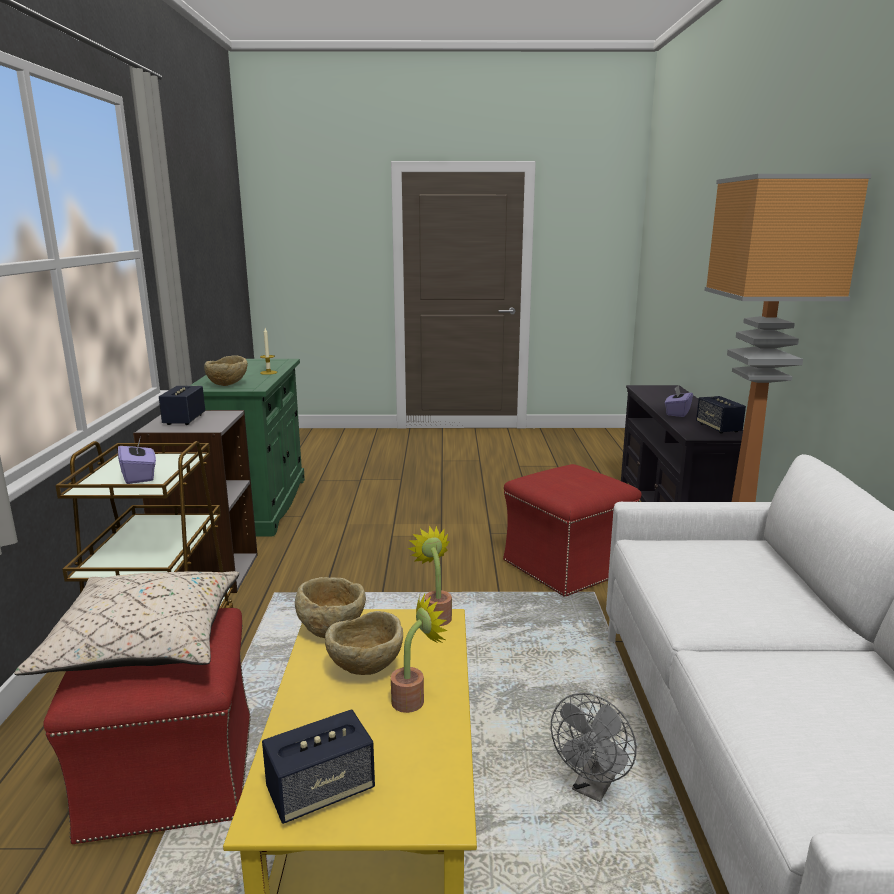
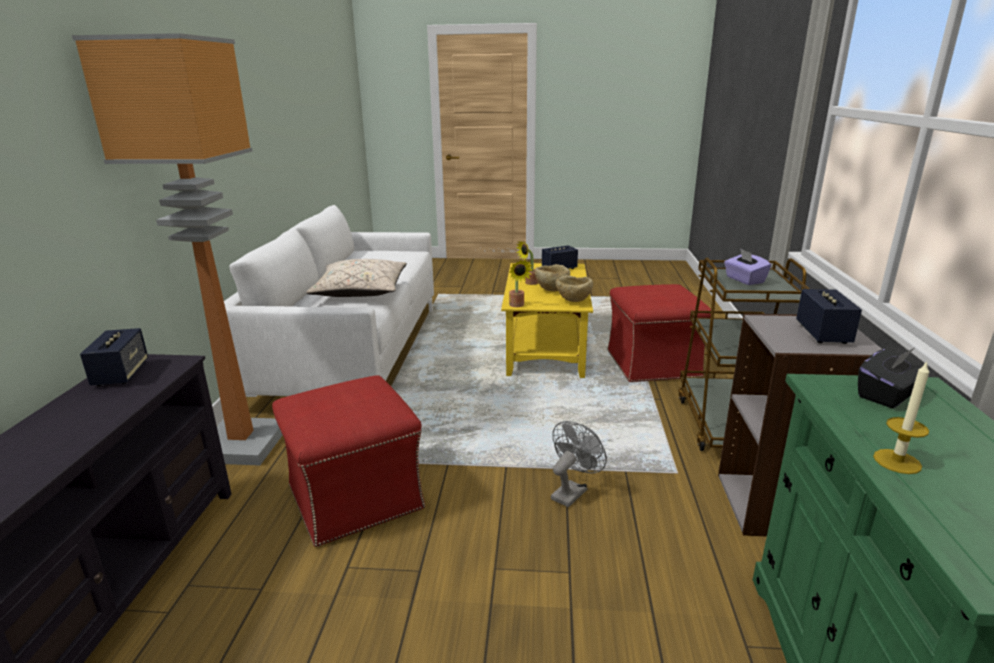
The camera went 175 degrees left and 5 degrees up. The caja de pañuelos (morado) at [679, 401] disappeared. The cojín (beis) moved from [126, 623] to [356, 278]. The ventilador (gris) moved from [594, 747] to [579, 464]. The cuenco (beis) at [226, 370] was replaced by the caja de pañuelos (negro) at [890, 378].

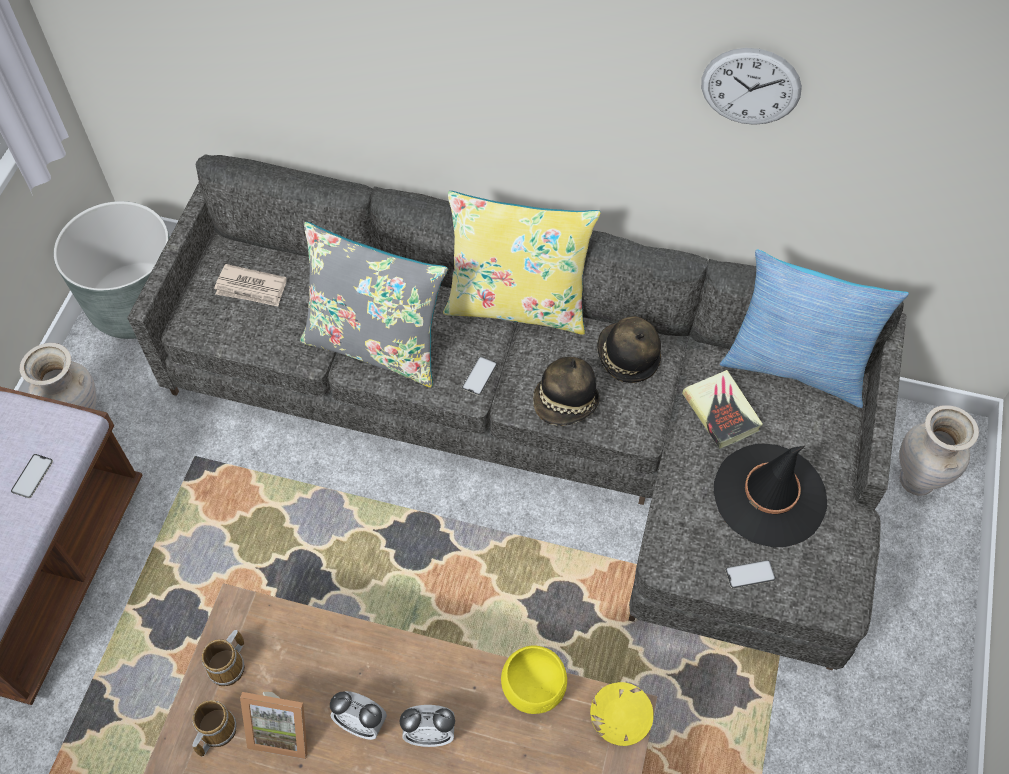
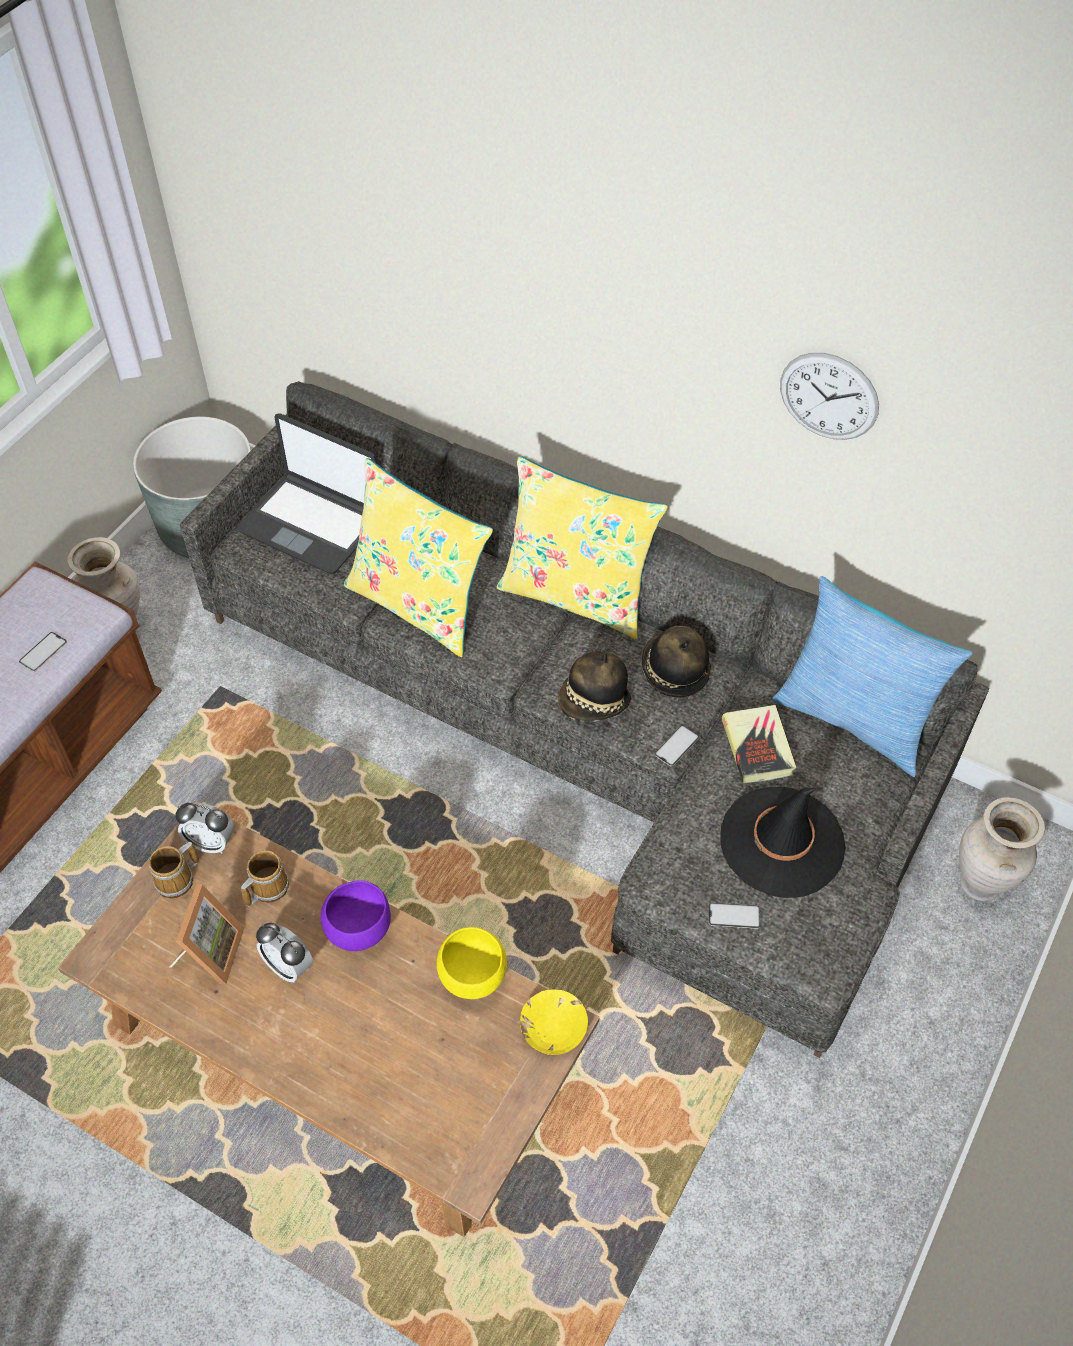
The camera went 15 degrees right and 5 degrees down. The cuenco (morado) at [356, 916] appeared. The taza grande moved from [214, 728] to [265, 878]. The despertador moved from [427, 726] to [205, 828]. The móvil moved from [479, 376] to [676, 745]. The periódico at [250, 285] was replaced by the portátil at [307, 493]. The cojín (gris) at [374, 305] became the cojín (amarillo) at [418, 558]. The portarretratos at [274, 725] turned 105 degrees counterclockwise.

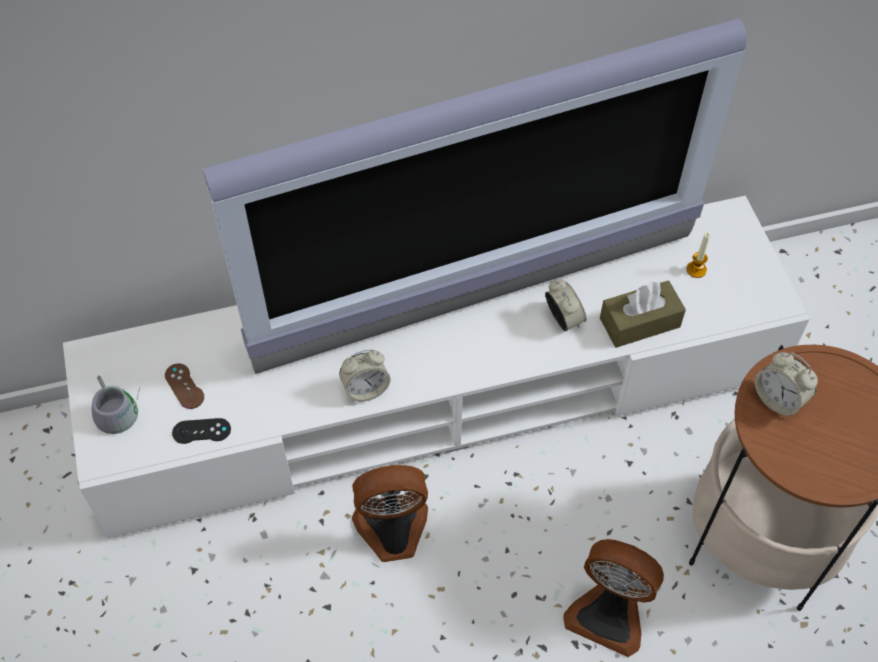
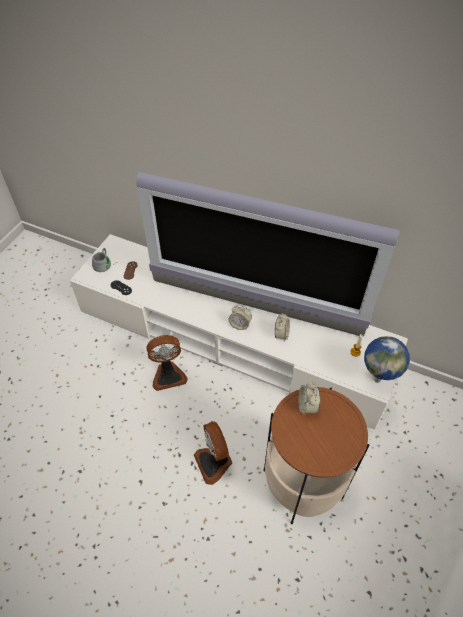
The camera went 40 degrees right and 5 degrees down. The caja de pañuelos (marrón) at [643, 314] disappeared. The globo terráqueo at [387, 359] appeared. The despertador moved from [364, 375] to [240, 317]. The ventilador at [390, 513] turned 135 degrees clockwise.

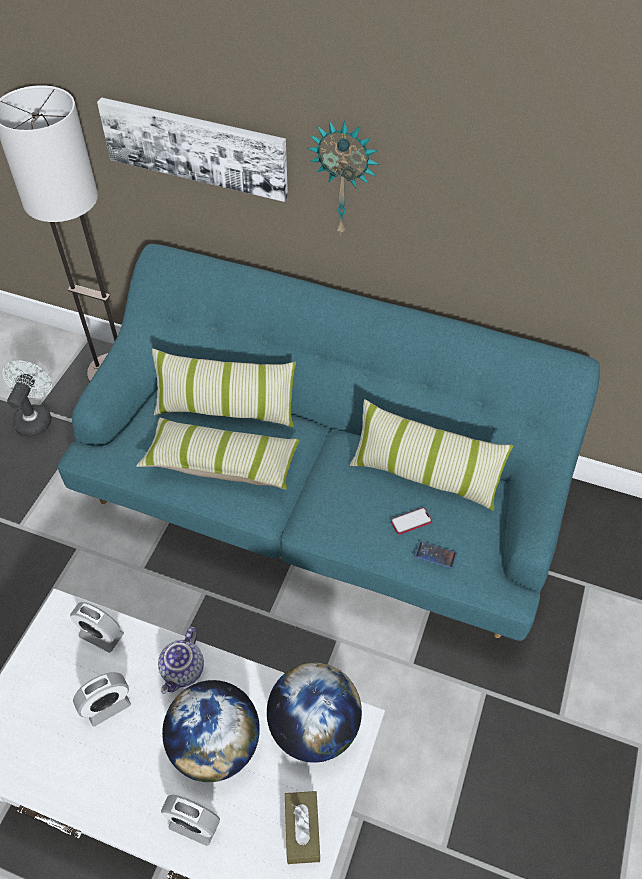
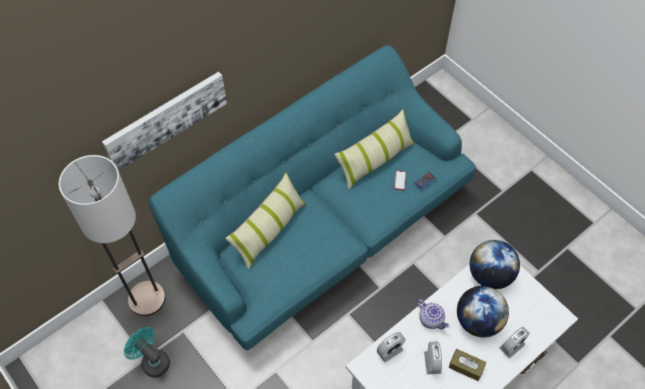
The camera went 60 degrees left and 5 degrees up. The cojín at [218, 454] disappeared. The reloj de pared at [344, 178] disappeared. The caja de pañuelos (marrón) moved from [302, 827] to [467, 365]. The ventilador (blanco) at [27, 398] became the ventilador (turquesa) at [147, 352].

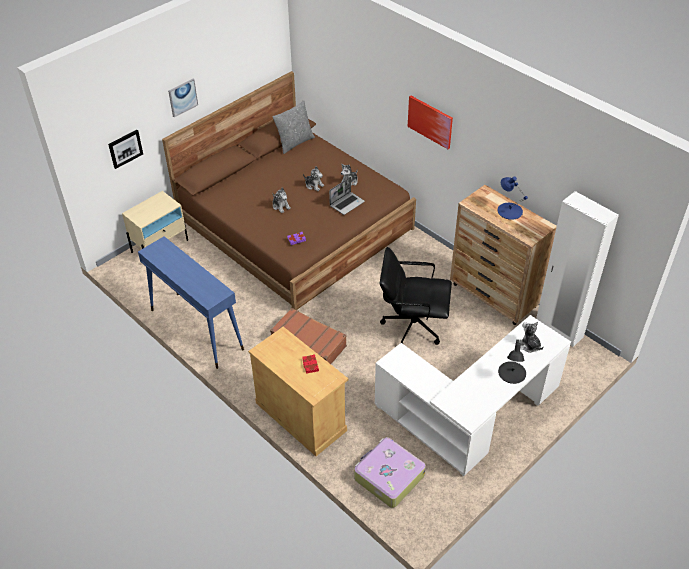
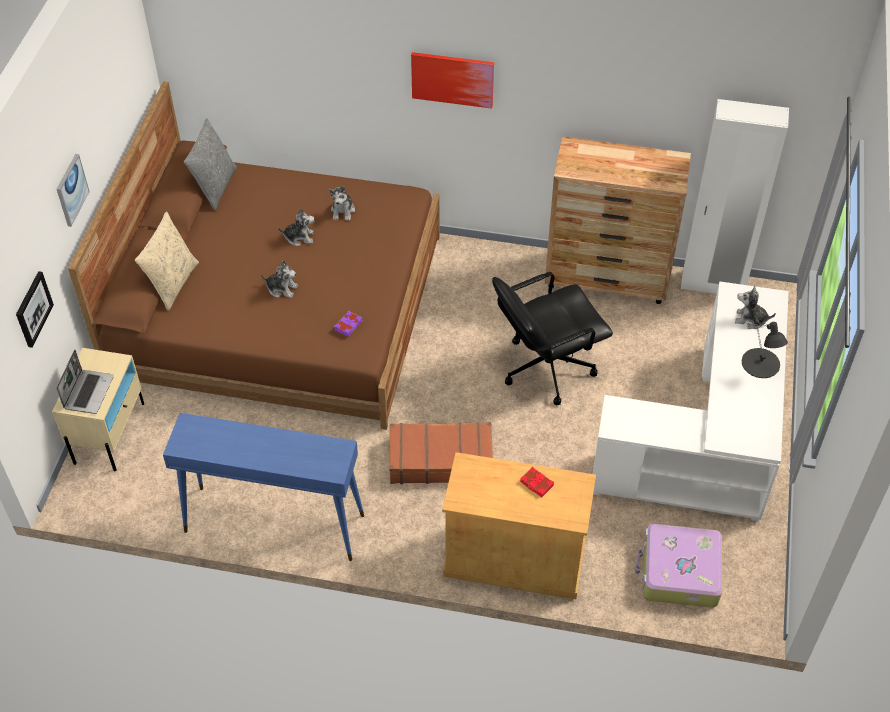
The camera went 35 degrees left and 5 degrees up. The lámpara de mesa (azul) at [513, 198] disappeared. The cojín (beis) at [167, 261] appeared. The portátil moved from [347, 196] to [85, 382].

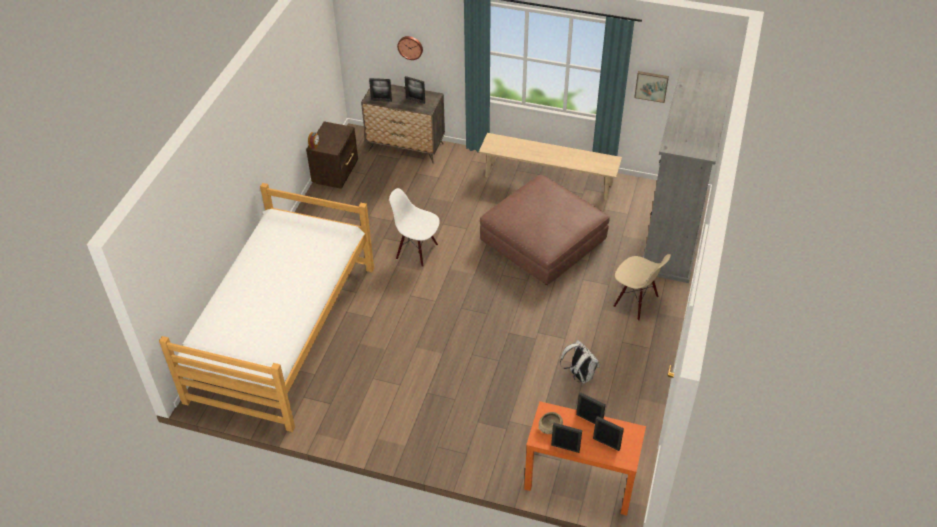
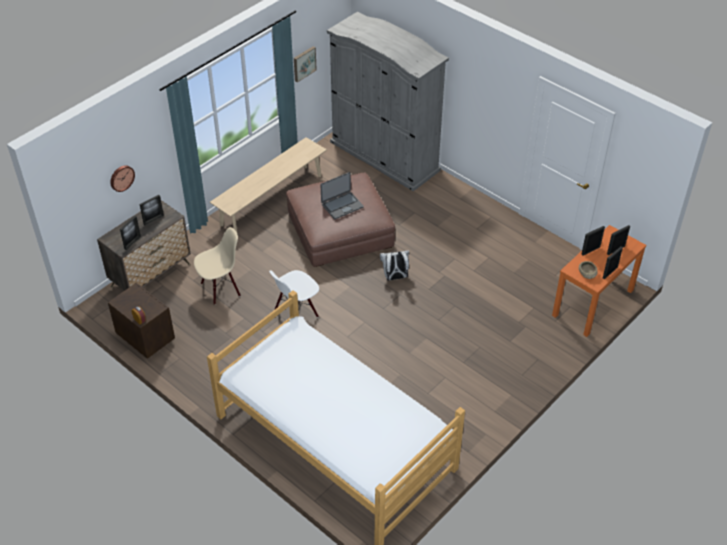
The camera went 65 degrees left and 0 degrees up. The portátil at [342, 195] appeared. The mochila (blanco) moved from [579, 362] to [394, 265]. The silla (beis) moved from [642, 287] to [217, 266].

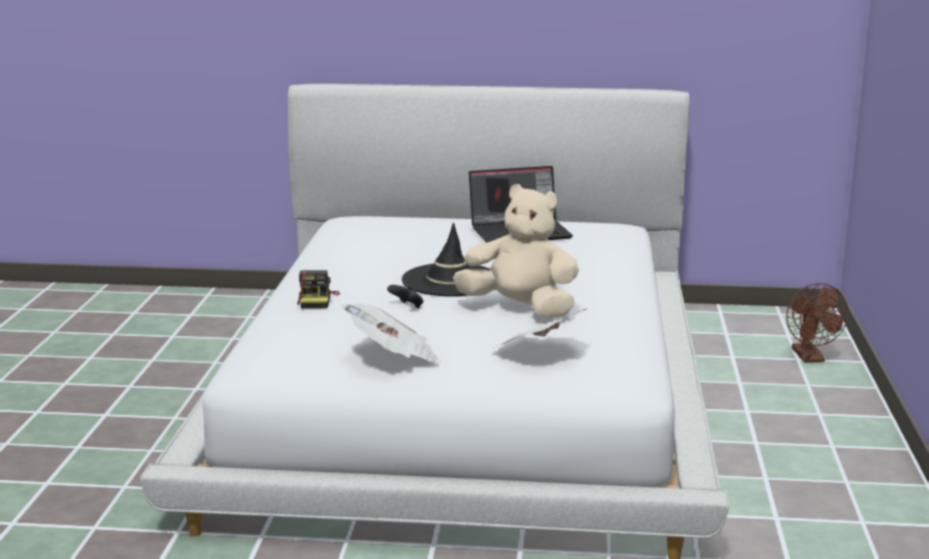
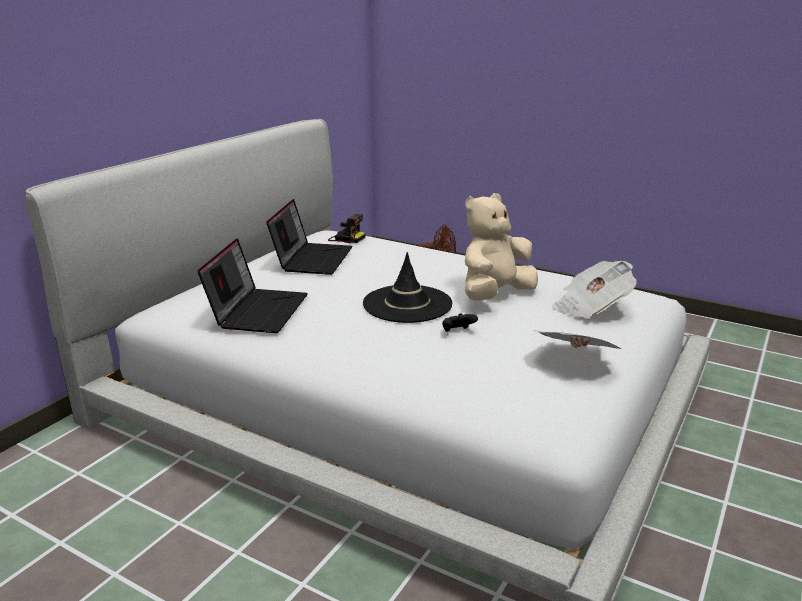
The camera went 65 degrees left and 5 degrees up. The portátil at [252, 285] appeared. The cámara moved from [318, 289] to [346, 228].

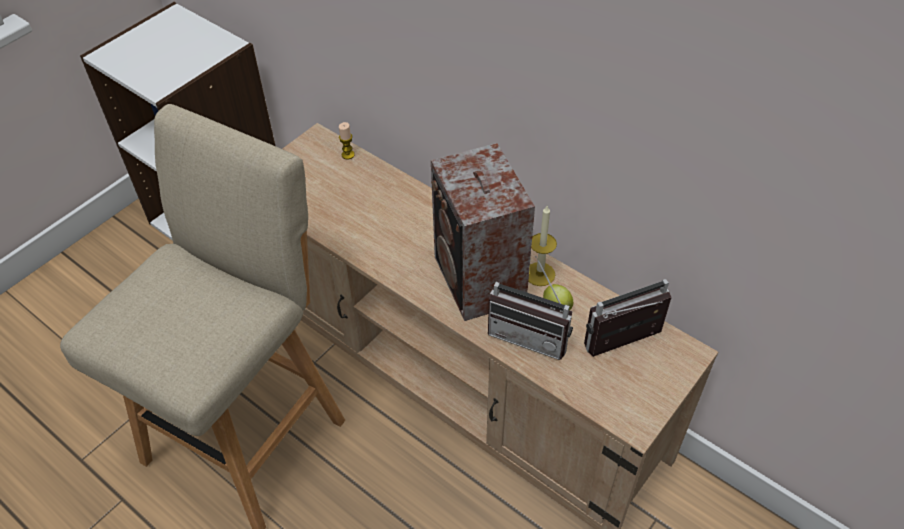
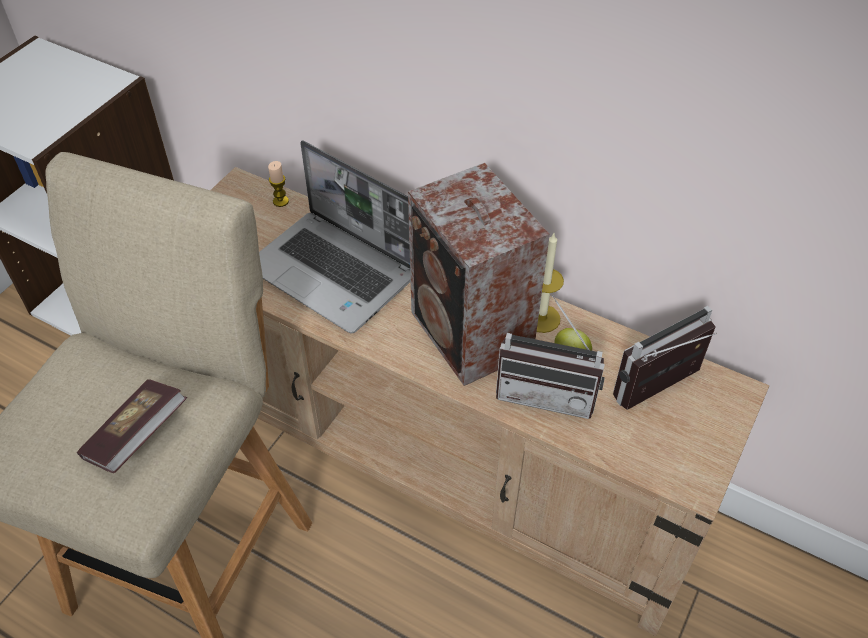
The camera went 10 degrees left and 0 degrees up. The libro at [132, 426] appeared. The portátil at [335, 236] appeared.

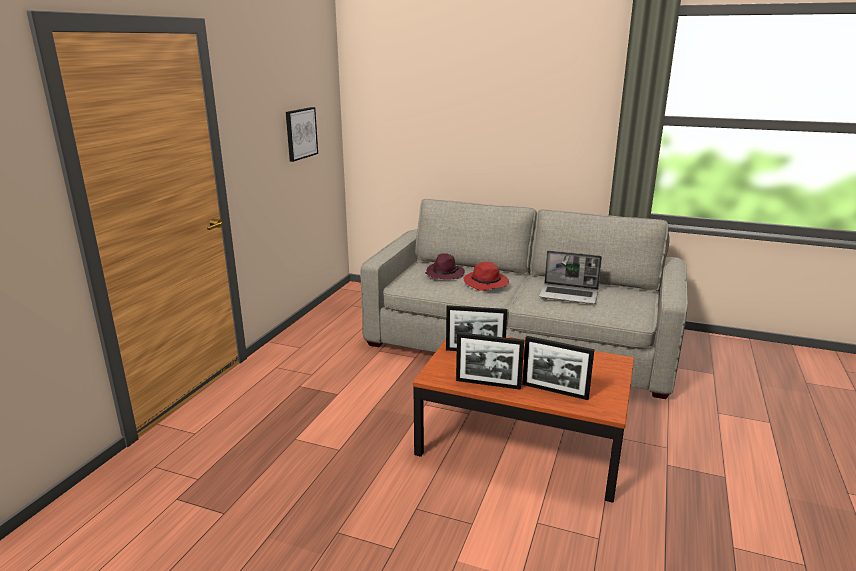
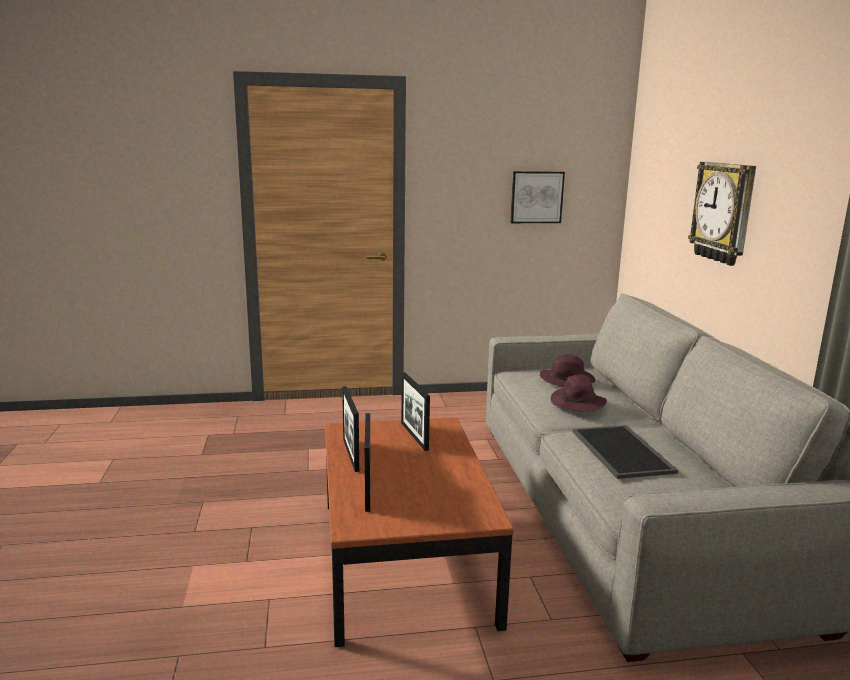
The camera went 60 degrees right and 5 degrees down. The reloj de pared at [722, 214] appeared. The portátil at [570, 277] was replaced by the bandeja at [625, 452]. The sombrero (rojo) at [486, 276] became the sombrero (morado) at [579, 393].

